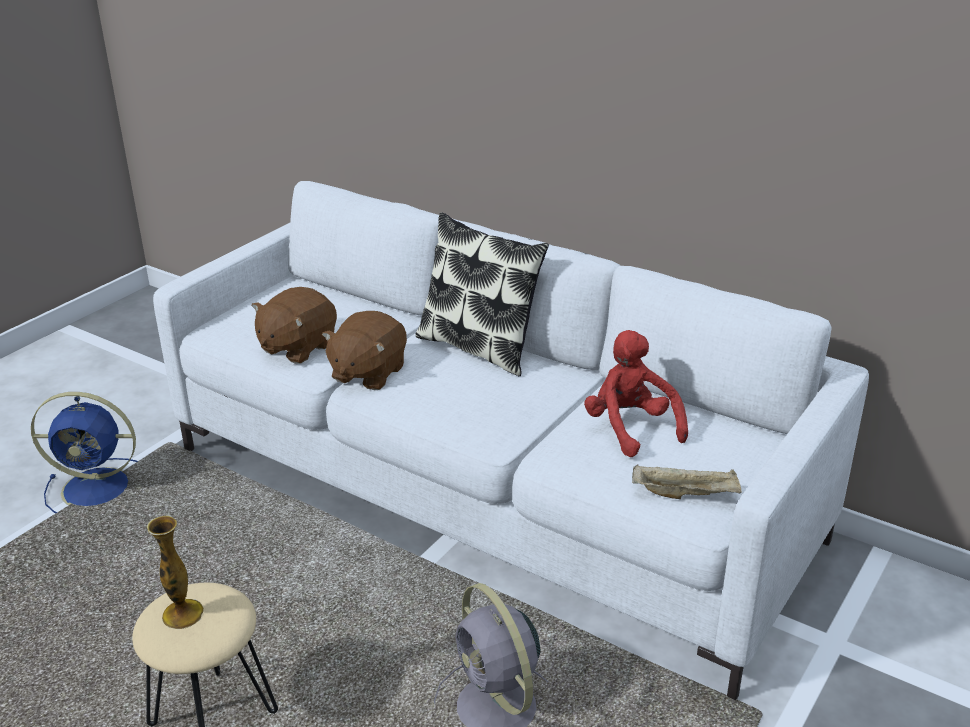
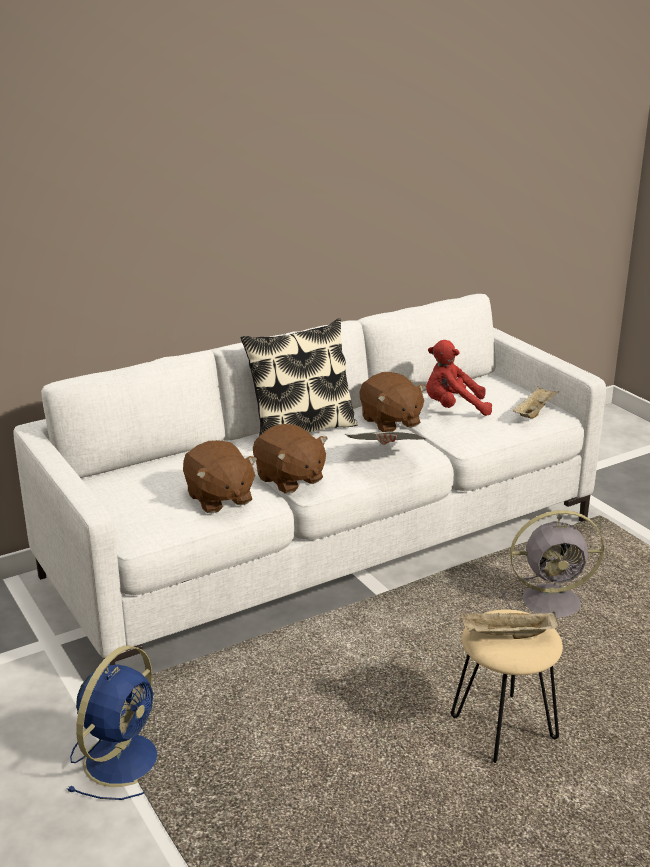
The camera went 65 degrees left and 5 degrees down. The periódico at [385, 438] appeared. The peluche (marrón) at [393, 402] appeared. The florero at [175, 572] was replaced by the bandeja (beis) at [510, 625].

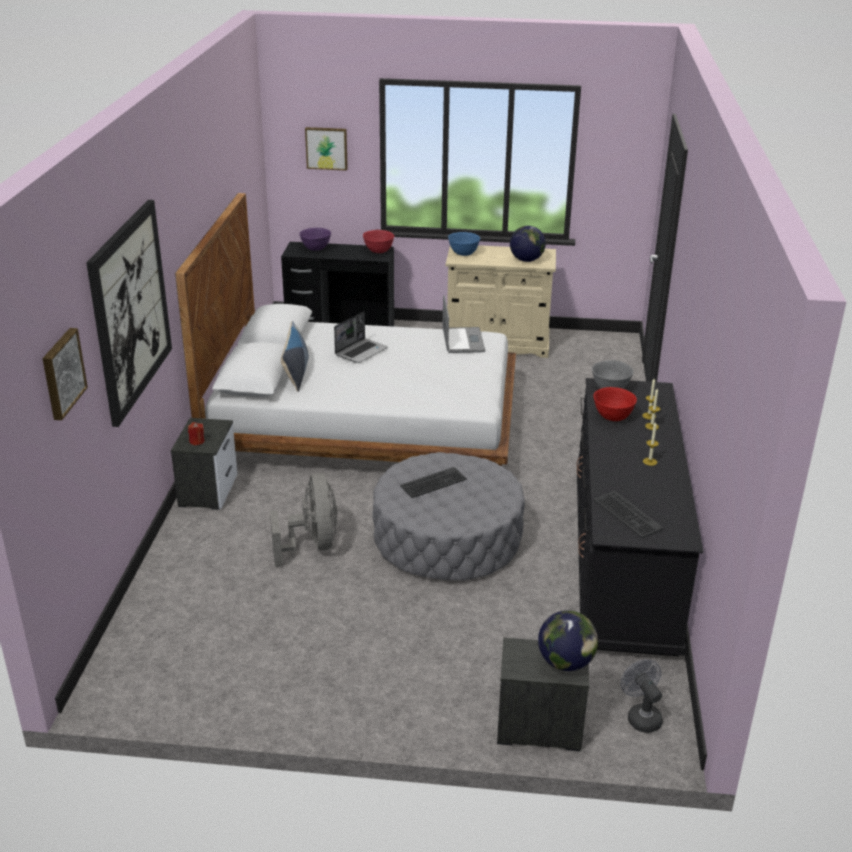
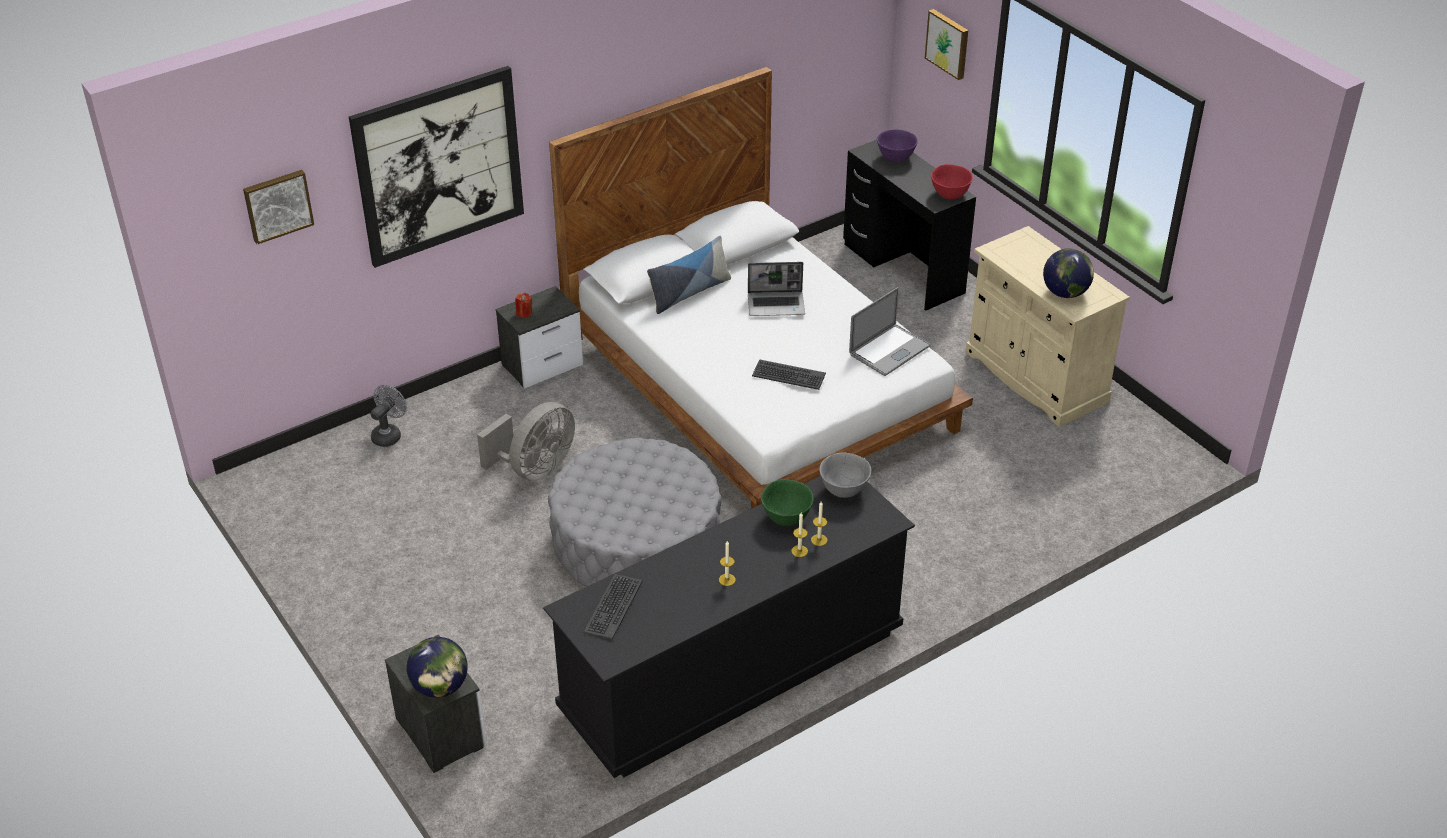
The camera went 50 degrees right and 10 degrees up. The cuenco (azul) at [464, 244] disappeared. The teclado moved from [433, 482] to [789, 374]. The ventilador (gris) moved from [642, 696] to [388, 416]. The cuenco (rojo) at [615, 404] became the cuenco (verde) at [787, 502].

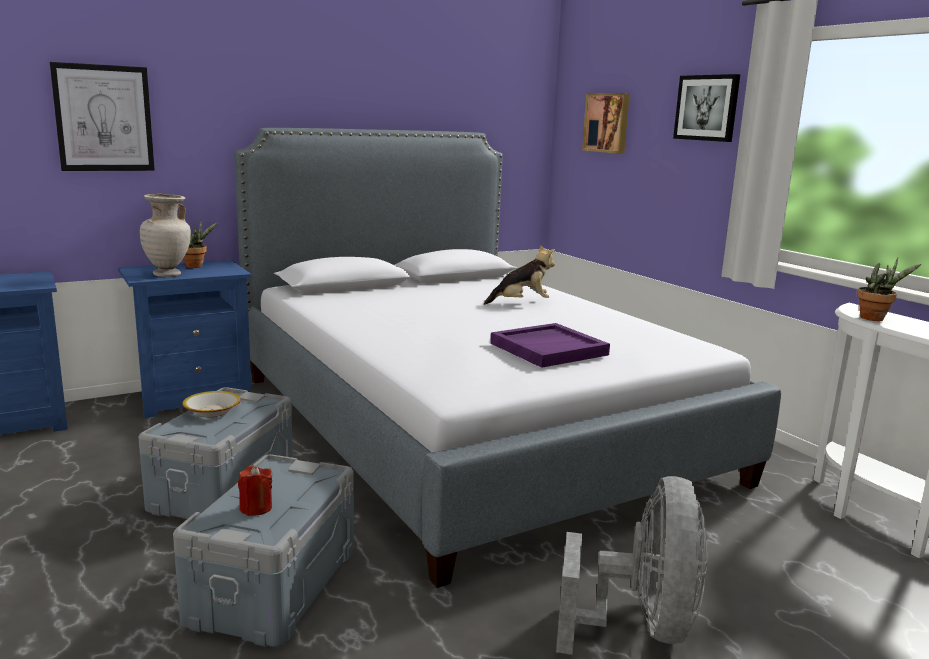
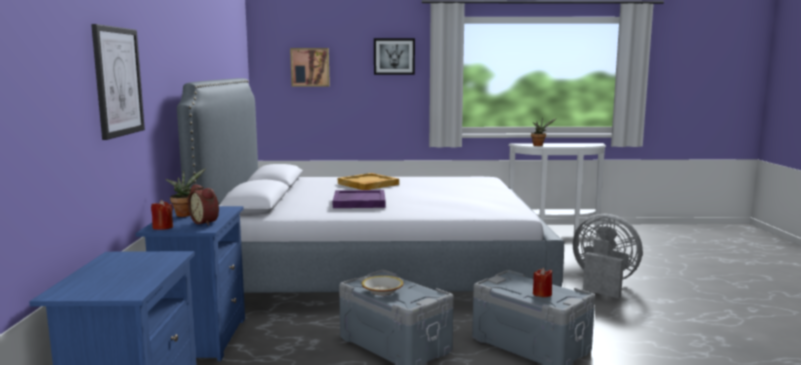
The camera went 60 degrees left and 5 degrees down. The vela (rojo) at [162, 215] appeared. The bandeja (morado) moved from [550, 345] to [359, 199]. The florero (beis) at [165, 235] was replaced by the despertador at [203, 205]. The peluche at [519, 275] was replaced by the bandeja (beis) at [368, 181].

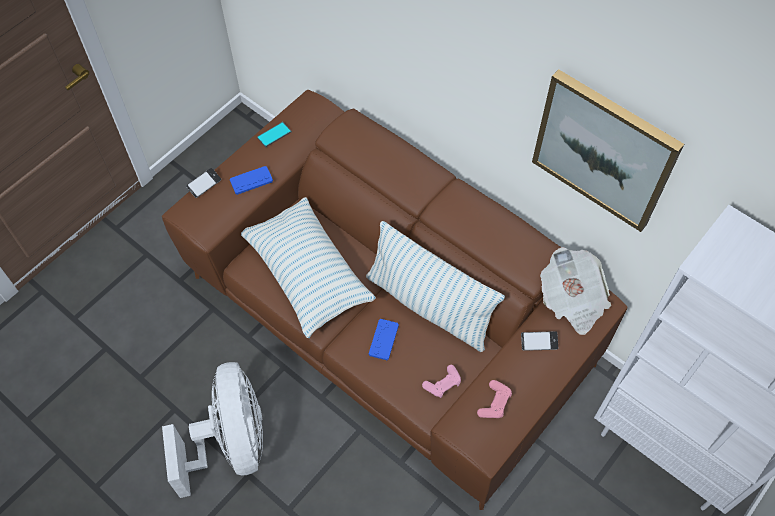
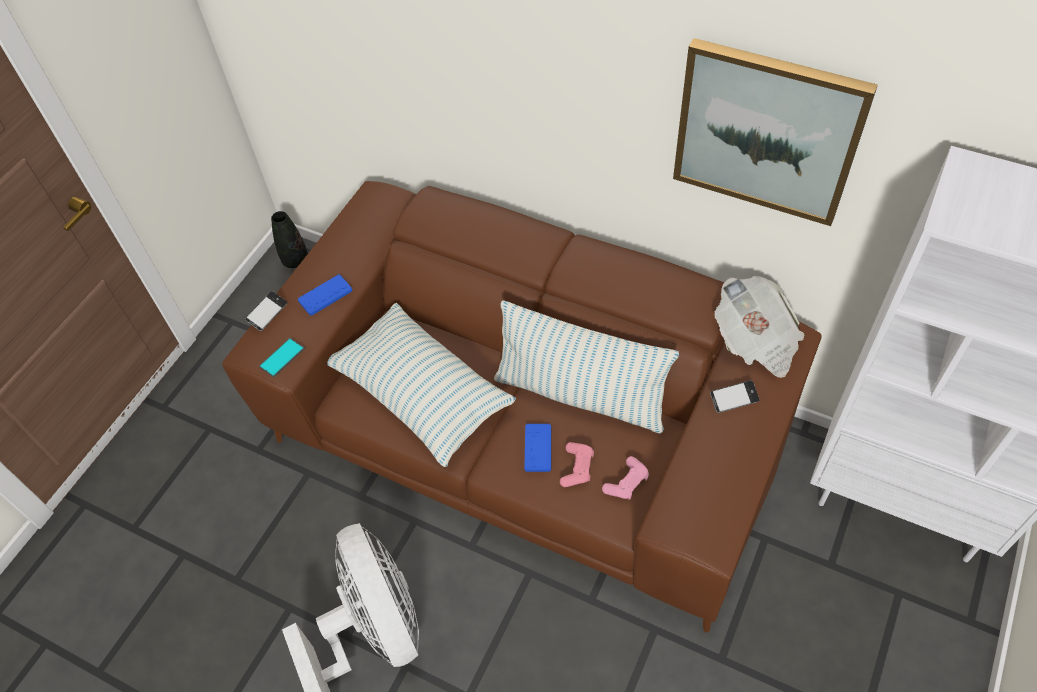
The camera went 10 degrees left and 5 degrees down. The florero (negro) at [289, 239] appeared. The móvil moved from [274, 134] to [282, 357]. The mando de consola (rosa) moved from [494, 399] to [577, 464].

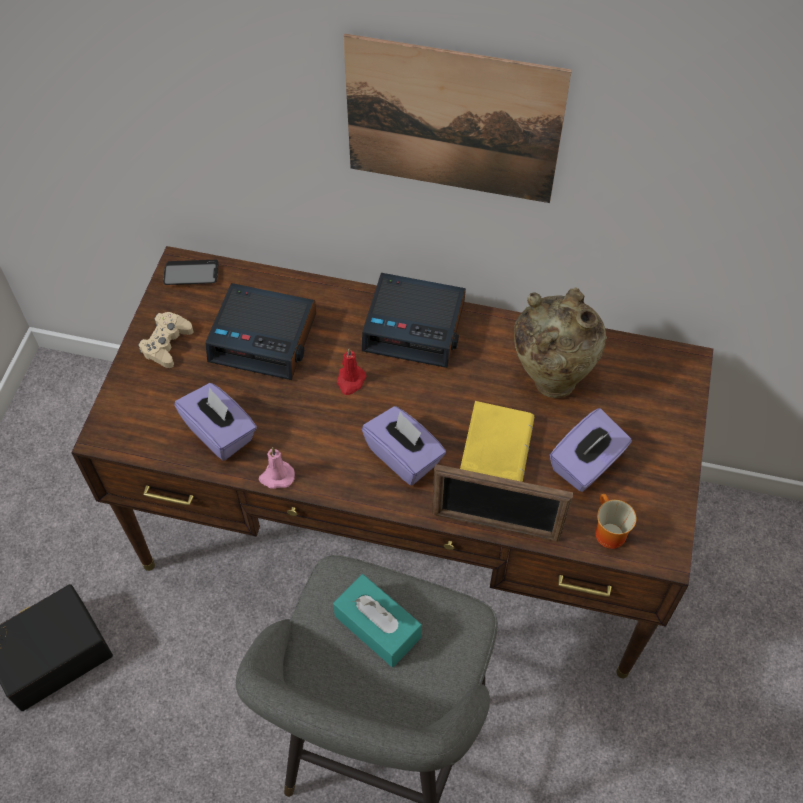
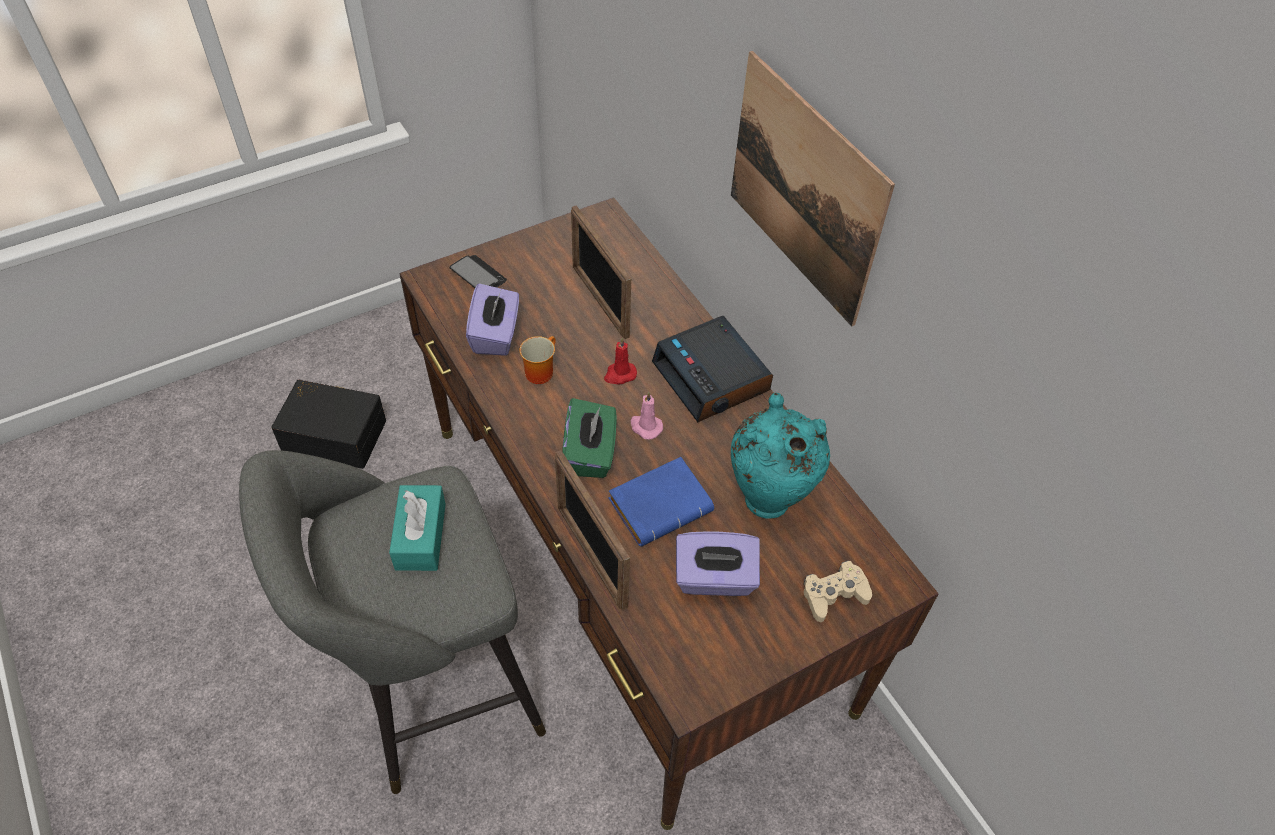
The camera went 45 degrees right and 5 degrees down. The mando de consola (beis) moved from [165, 340] to [837, 591]. The móvil moved from [191, 272] to [478, 271]. The vela (rosa) moved from [277, 468] to [647, 415]. The taza grande moved from [616, 521] to [538, 360]. The despertador at [261, 331] was replaced by the portarretratos at [601, 272]. The caja de pañuelos (morado) at [404, 446] became the caja de pañuelos (verde) at [589, 438]. The libro (amarillo) at [497, 441] became the libro (azul) at [661, 502]. The florero (beis) at [560, 343] became the florero (turquesa) at [780, 456].

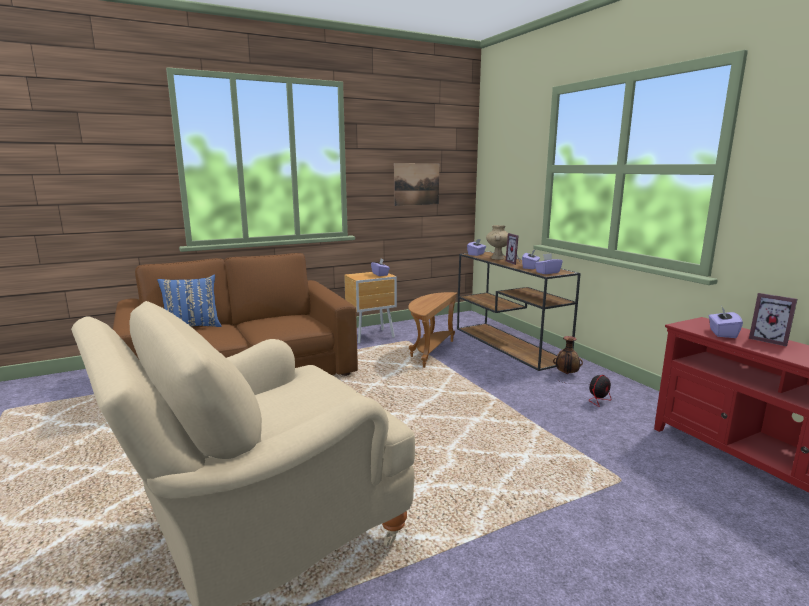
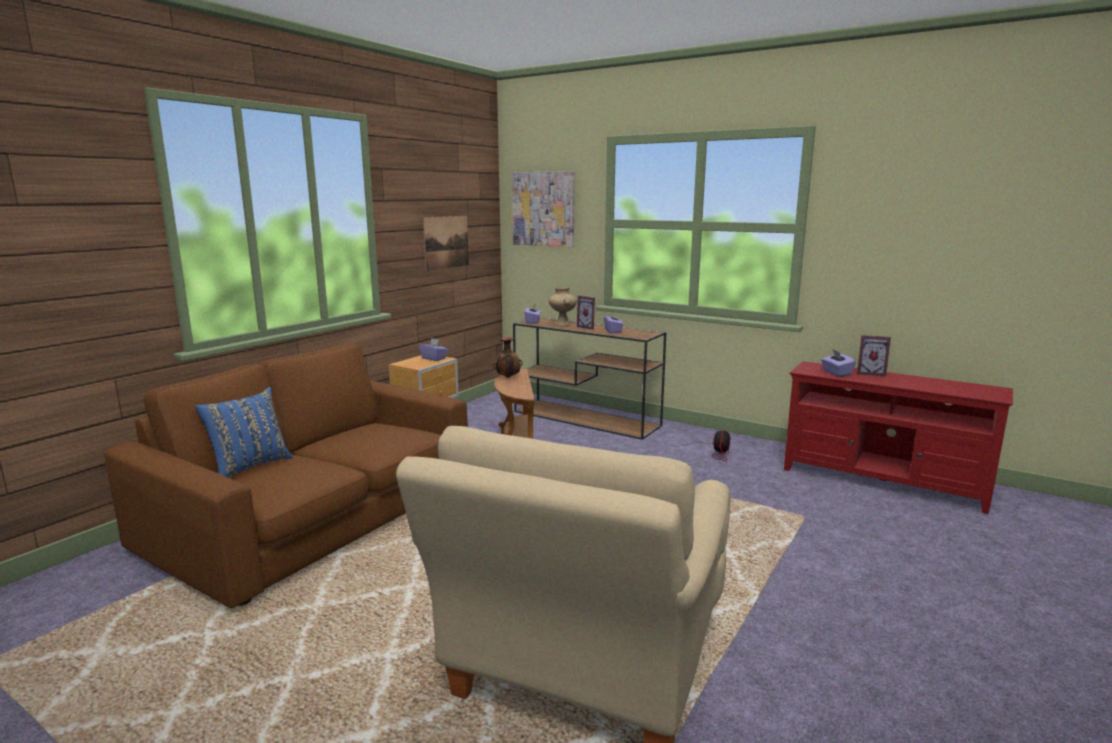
The camera went 30 degrees left and 0 degrees up. The caja de pañuelos (morado) at [548, 263] disappeared. The cuadro at [543, 209] appeared. The florero moved from [568, 355] to [507, 357].

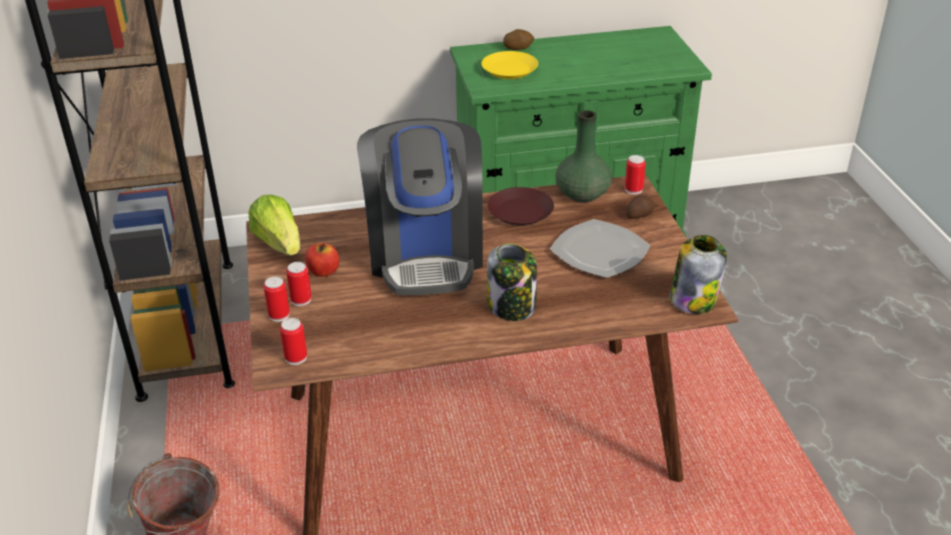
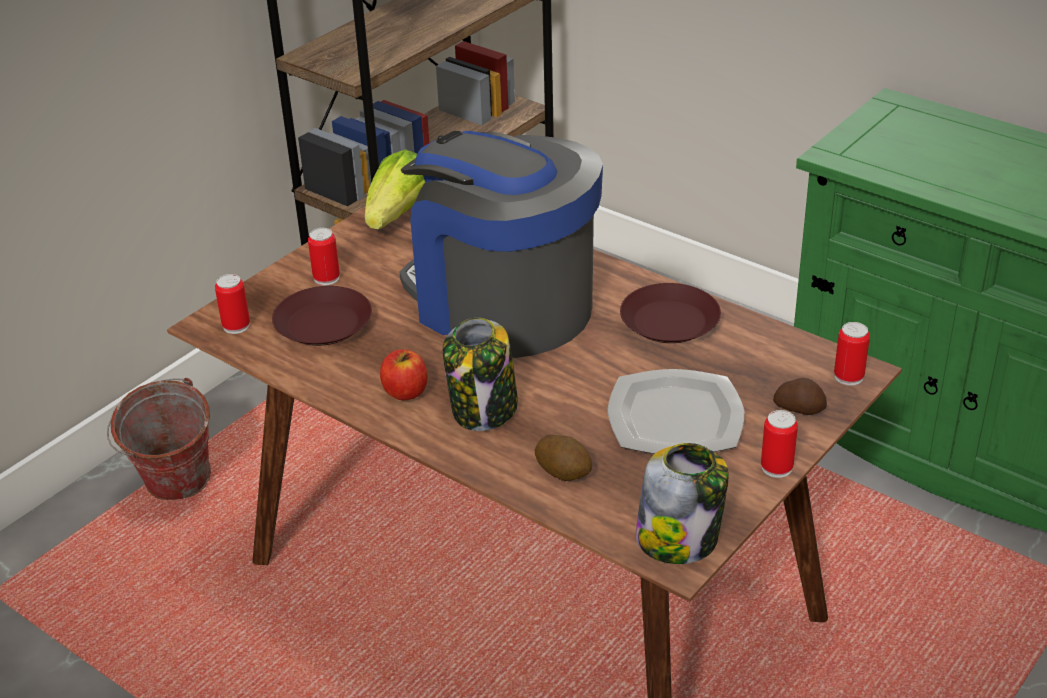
The camera went 50 degrees right and 0 degrees up. The plato (amarillo) at [509, 65] disappeared. The florero (verde) at [583, 156] disappeared. The plato (marrón) at [322, 316] appeared. The lata moved from [276, 299] to [779, 444]. The manzana moved from [322, 260] to [404, 374]. The patata moved from [518, 39] to [563, 458]. The cafetera at [420, 207] turned 90 degrees clockwise.

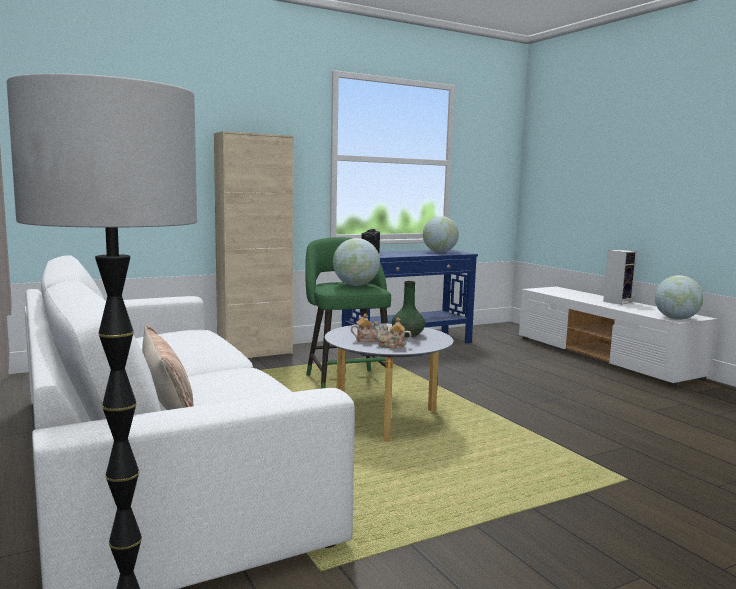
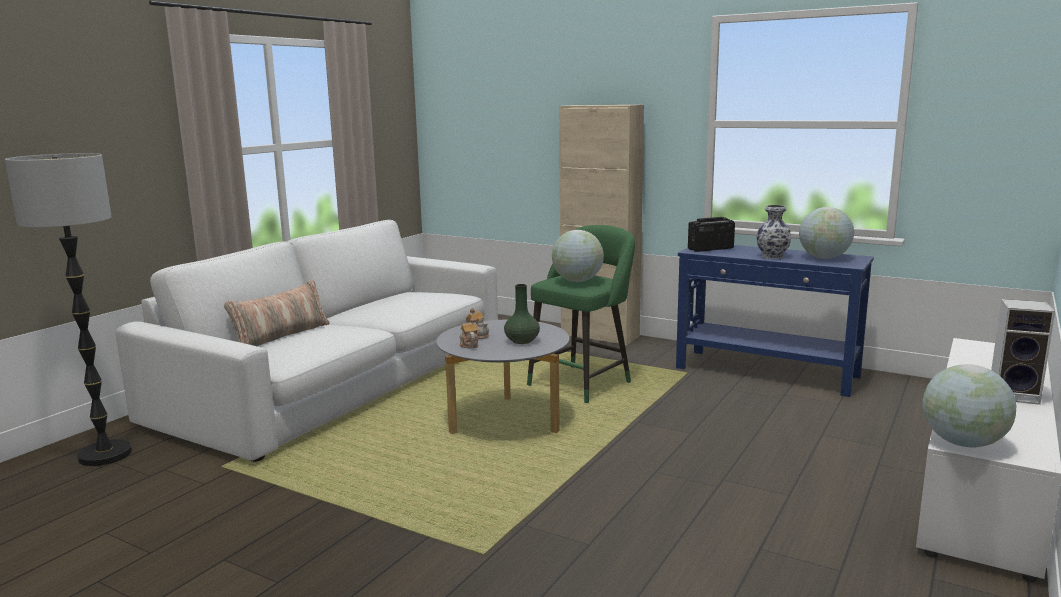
The camera went 60 degrees right and 5 degrees up. The florero at [774, 232] appeared.

